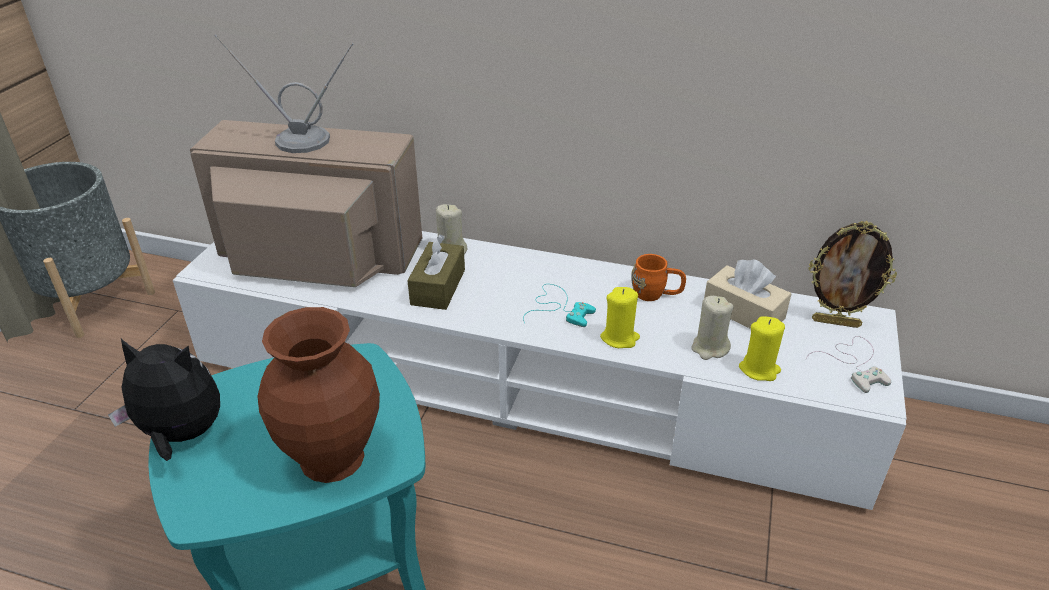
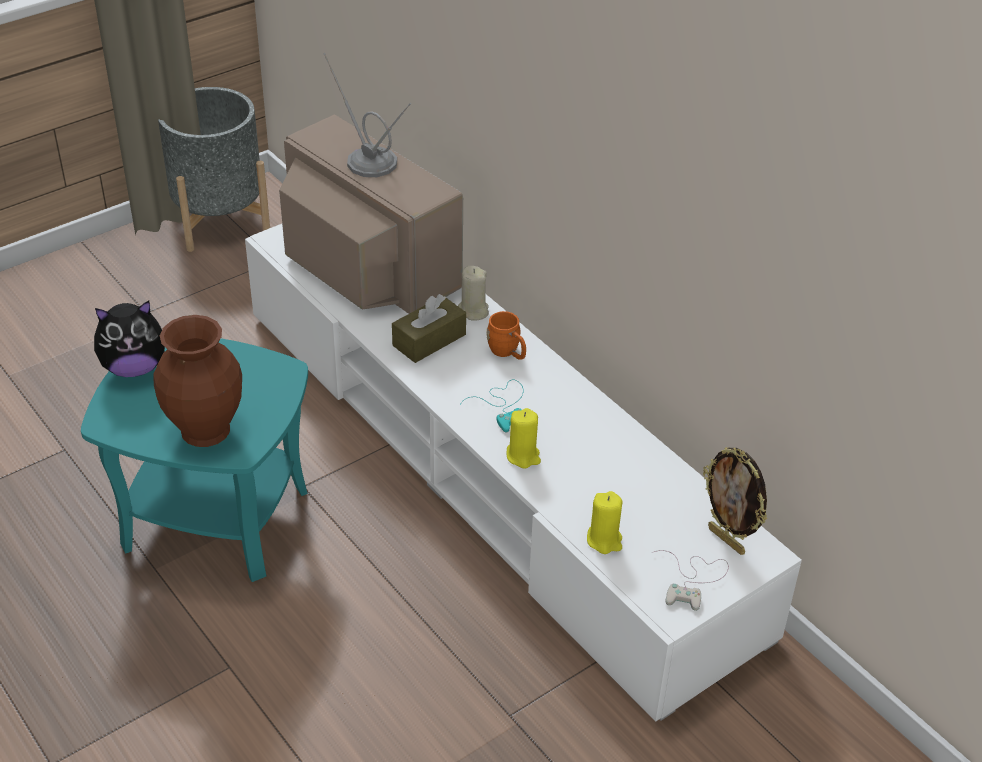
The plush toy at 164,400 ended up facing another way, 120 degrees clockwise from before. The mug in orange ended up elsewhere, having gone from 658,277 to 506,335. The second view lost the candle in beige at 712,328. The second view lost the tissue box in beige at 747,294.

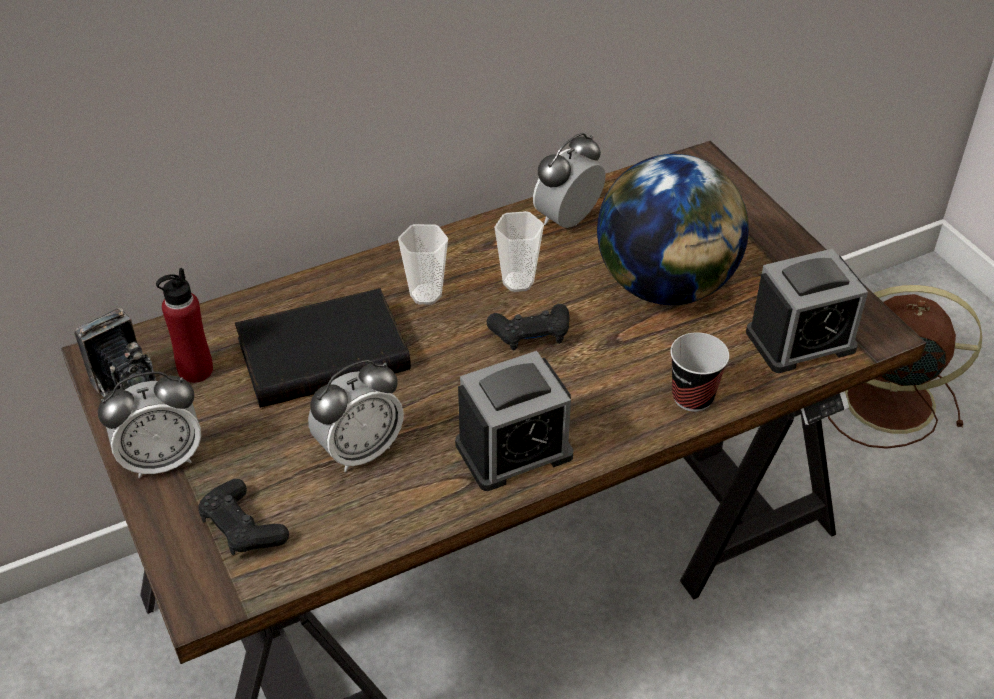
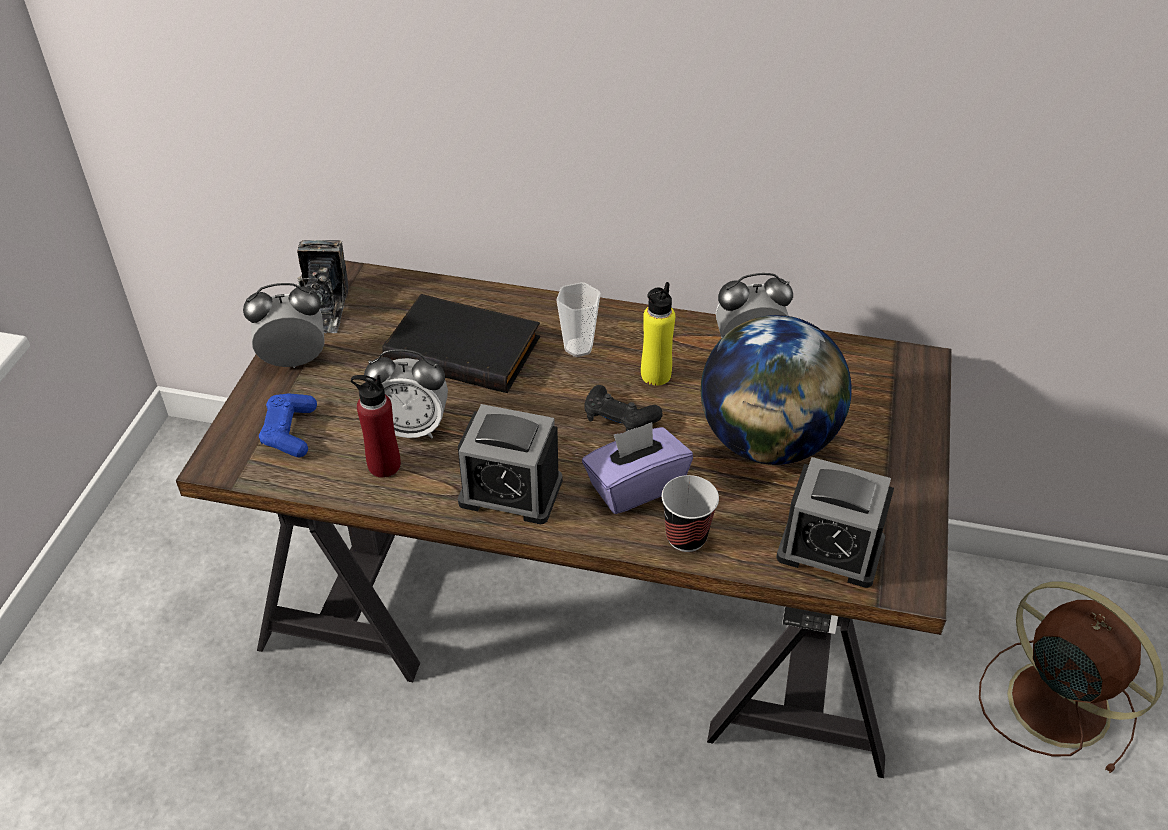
The alarm clock at 149,424 ended up facing another way, 150 degrees clockwise from before. What was the game controller in black at 243,517 turned into the game controller in blue at 288,425. The bottle in red ended up elsewhere, having gone from 184,325 to 376,426. The second view gained the tissue box in purple at 637,468. Where the cup stood at 519,251, the bottle in yellow came to stand at 658,334.

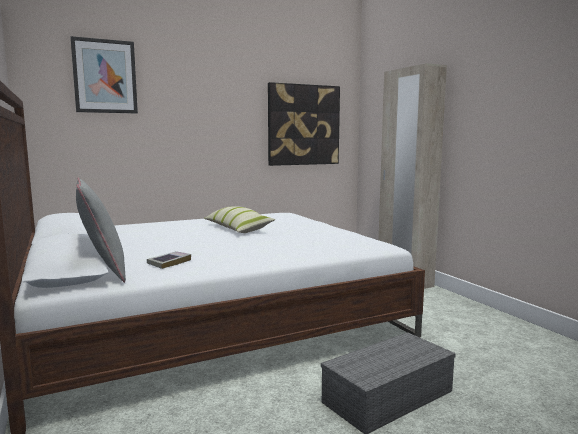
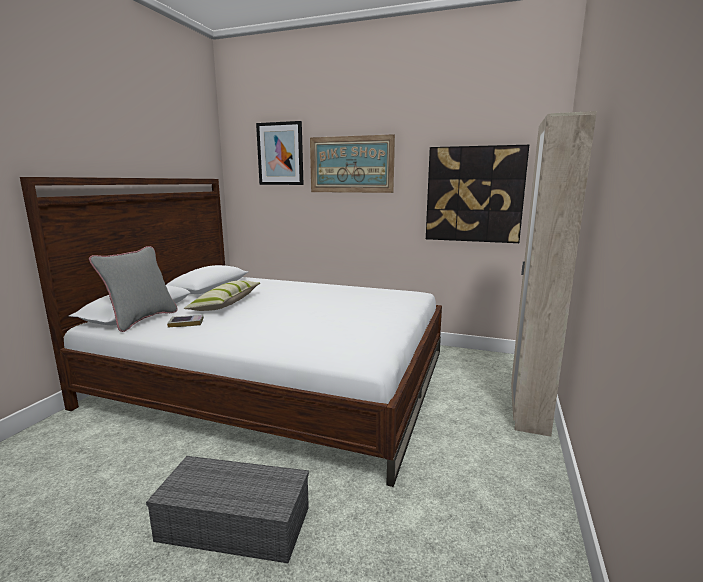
The pillow ended up elsewhere, having gone from 240,219 to 222,296. The second view gained the picture at 352,163.

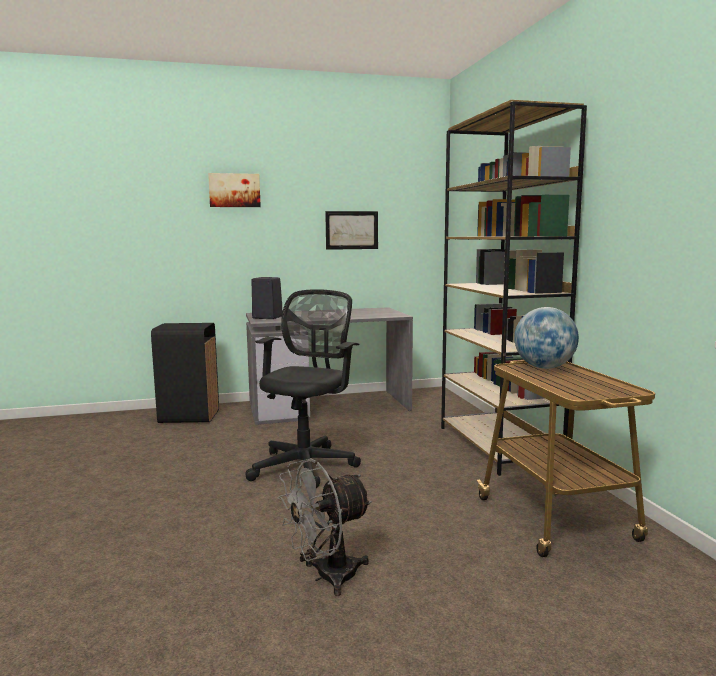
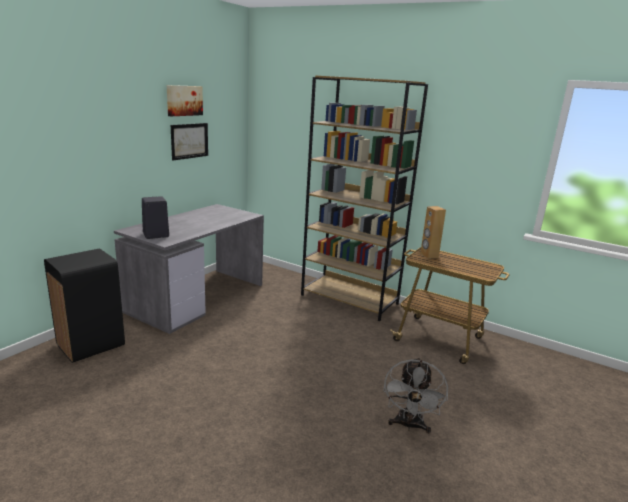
The picture ended up elsewhere, having gone from 234,190 to 185,100. Where the globe stood at 546,338, the speaker in brown came to stand at 433,232. The second view lost the office chair in black at 303,388.

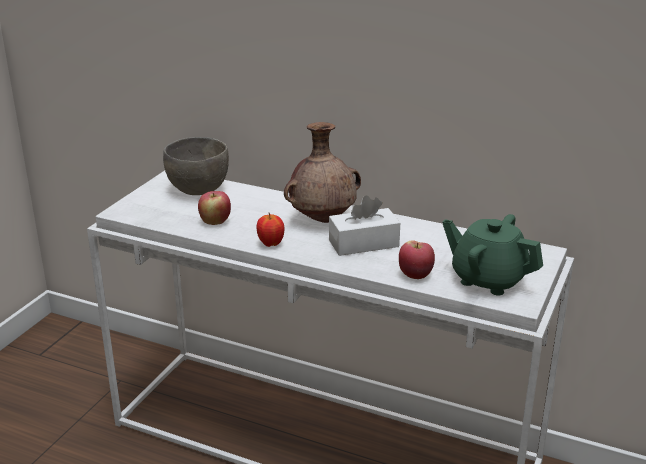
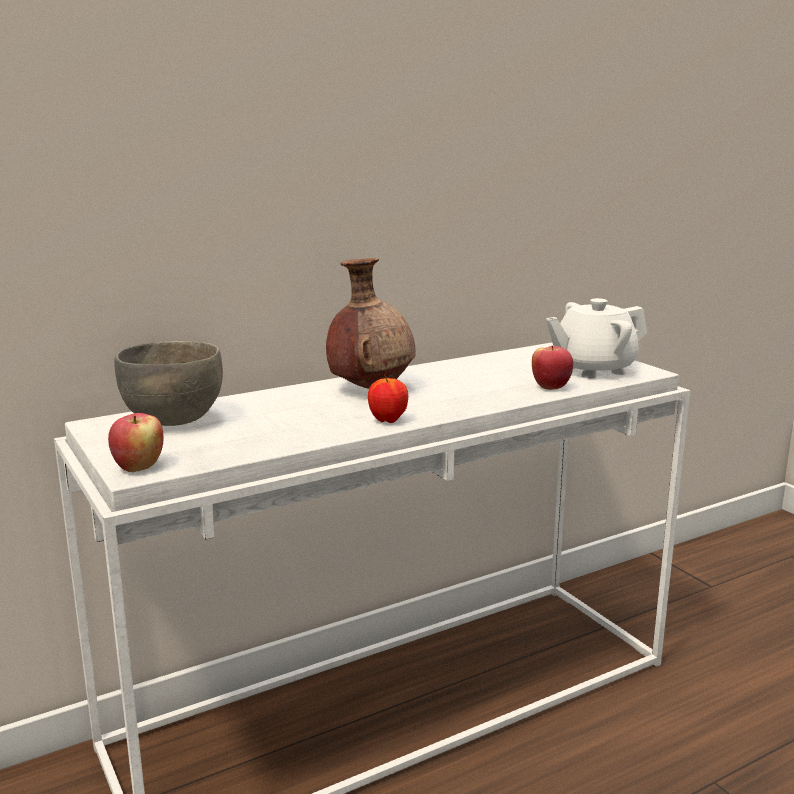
The apple ended up elsewhere, having gone from 214,208 to 135,442. What was the teapot in green at 492,255 turned into the teapot in white at 596,338. The second view lost the tissue box in white at 364,225.

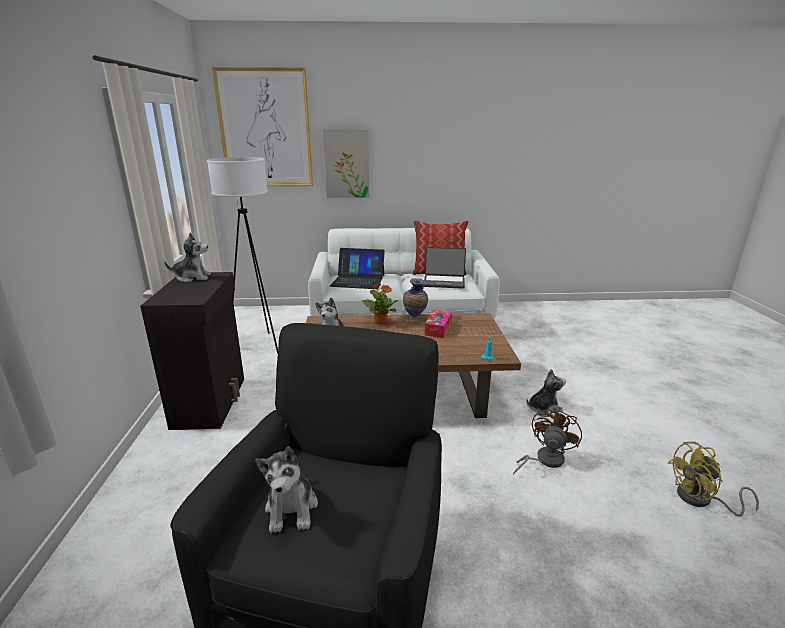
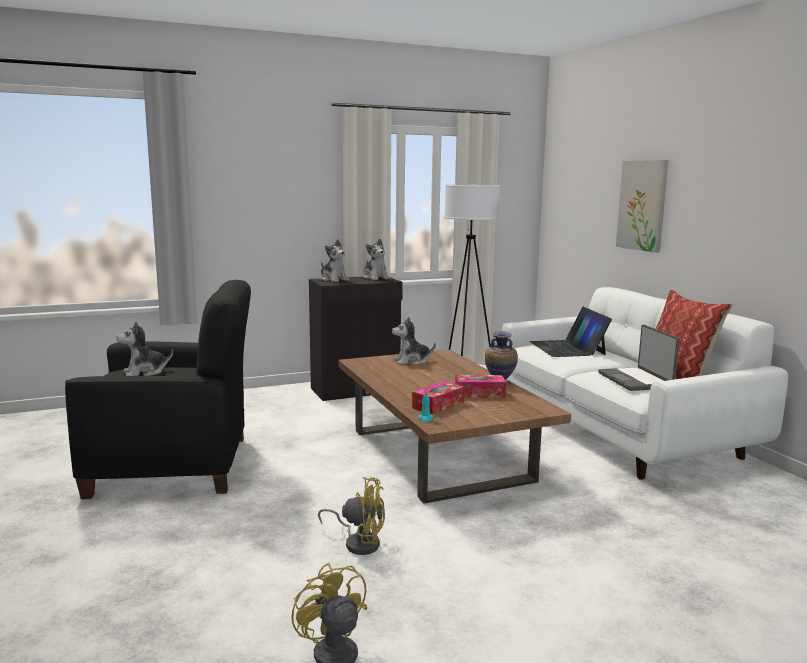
What was the fan in brown at 547,441 turned into the fan in yellow at 351,516. The plush toy ended up elsewhere, having gone from 546,393 to 335,260. The second view gained the tissue box at 438,398. The second view lost the picture at 262,126. The second view lost the potted plant at 380,303.

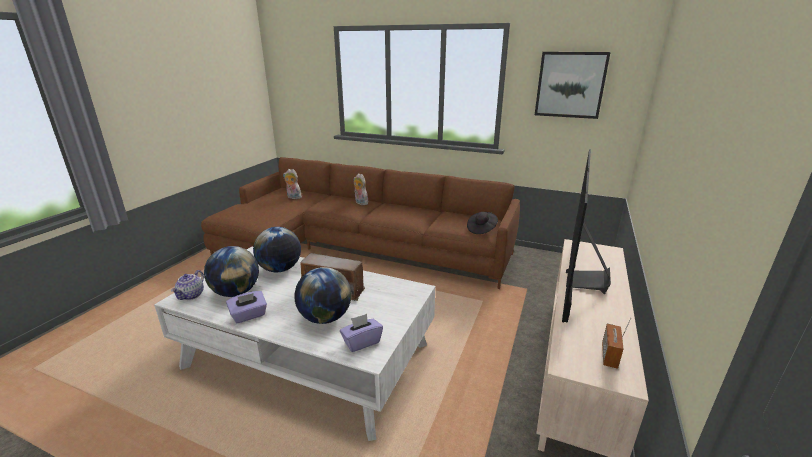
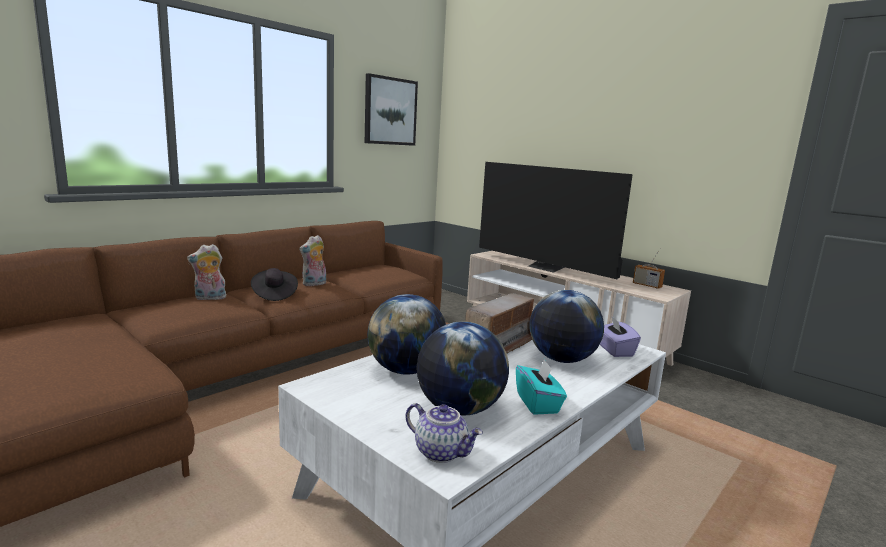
The hat in black ended up elsewhere, having gone from 482,223 to 274,284. The plush toy ended up elsewhere, having gone from 292,184 to 312,260. What was the tissue box in purple at 246,307 turned into the tissue box in turquoise at 541,387.

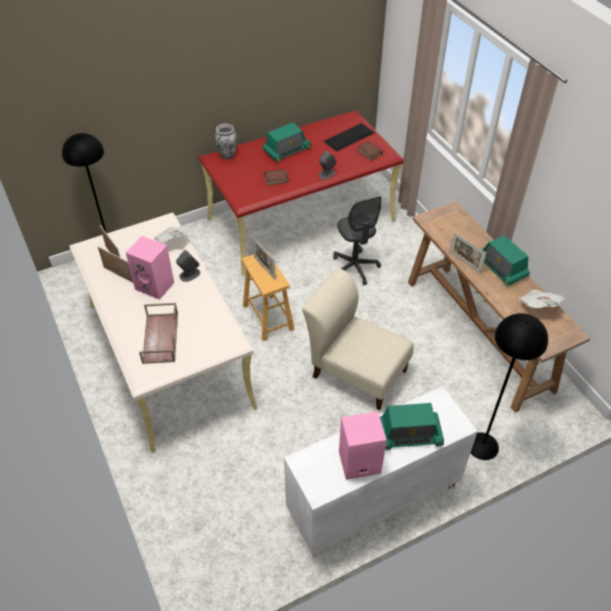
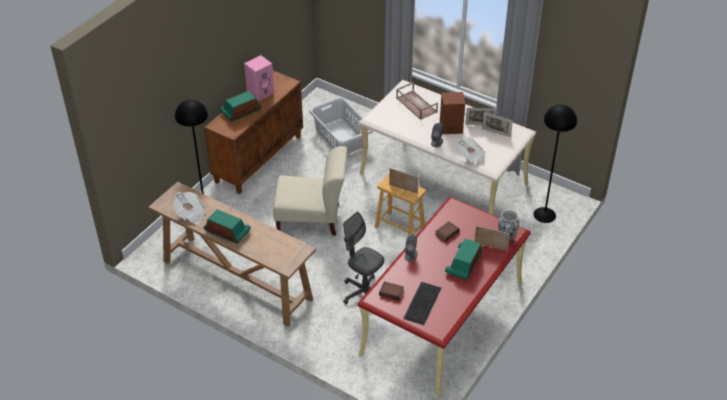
What was the cabinet in white at 381,472 turned into the cabinet in brown at 253,132. The second view gained the laundry basket in grey at 341,125. What was the speaker in pink at 150,268 turned into the speaker in brown at 452,113. The picture frame ended up elsewhere, having gone from 467,253 to 492,238.

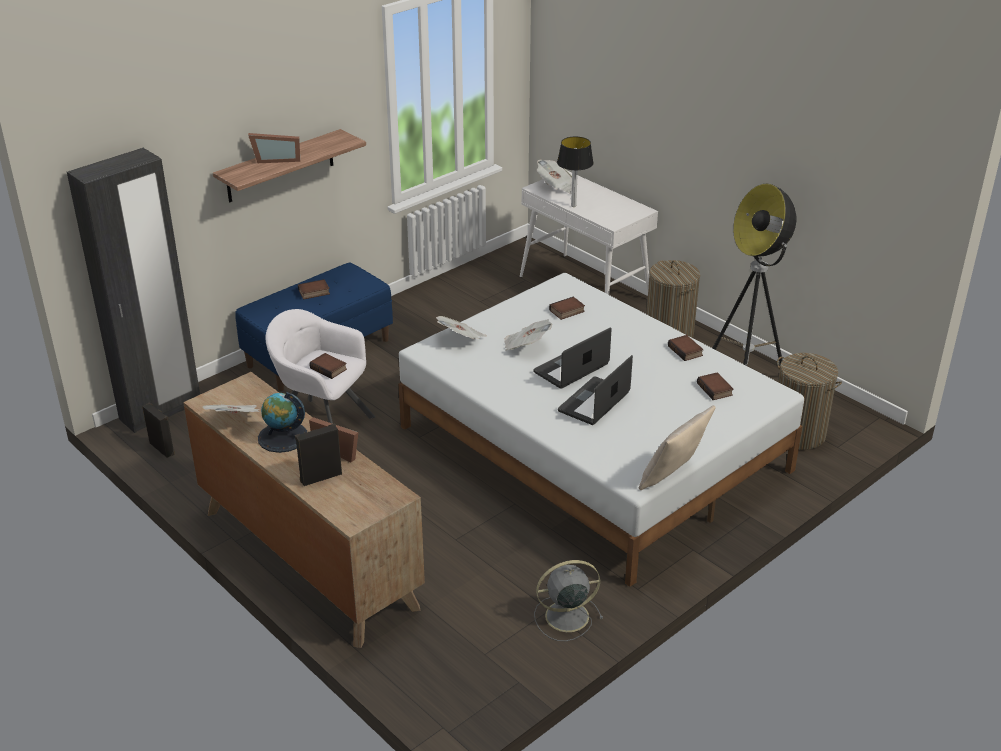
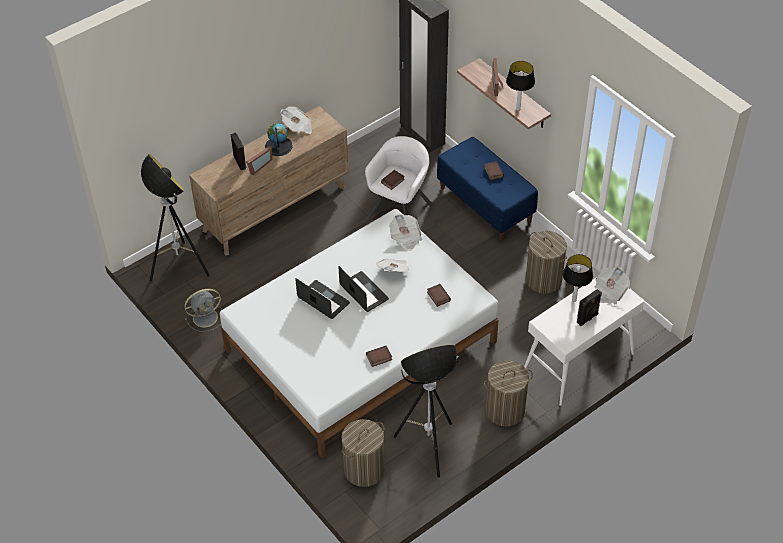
The second view gained the floor lamp at 175,217. The fan in grey at 568,600 ended up facing another way, 75 degrees clockwise from before. The second view gained the table lamp at 520,86. The second view gained the laundry basket at 546,262. The speaker in black ended up elsewhere, having gone from 158,430 to 589,307. The second view lost the pillow in beige at 677,447. The second view lost the book at 715,386.

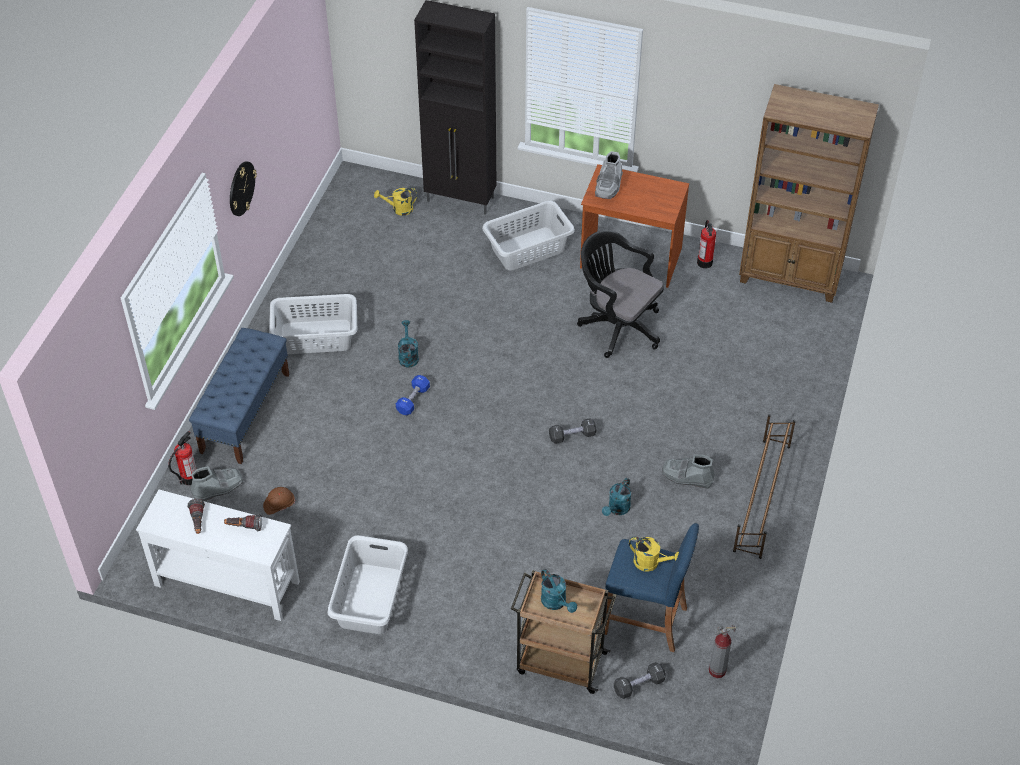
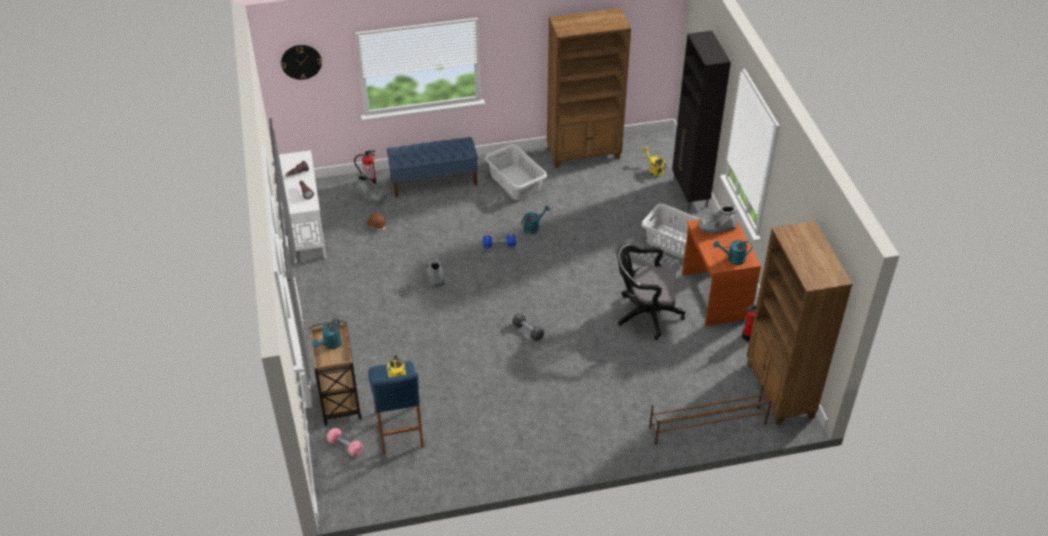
The wall clock ended up elsewhere, having gone from 243,188 to 301,62. What was the dumbbell in black at 640,680 turned into the dumbbell in pink at 345,442. The boot in grey ended up elsewhere, having gone from 688,471 to 434,272. The second view gained the bookcase in brown at 589,88. The office chair in black at 620,294 ended up facing another way, 90 degrees counterclockwise from before. The shoe rack in brown ended up elsewhere, having gone from 764,486 to 710,414. The watering can in turquoise ended up elsewhere, having gone from 616,497 to 733,252. The second view lost the laundry basket in grey at 368,584. The second view lost the fire extinguisher at 722,651.

